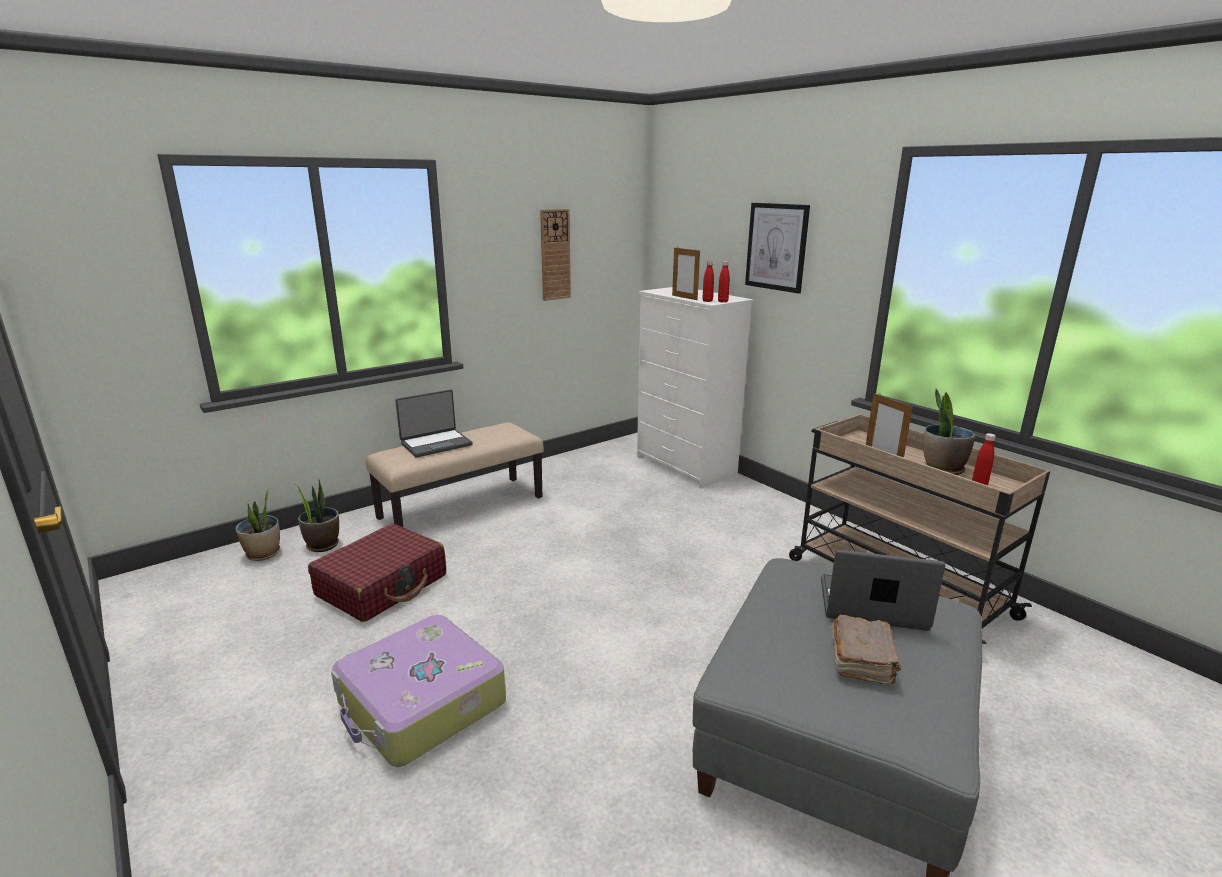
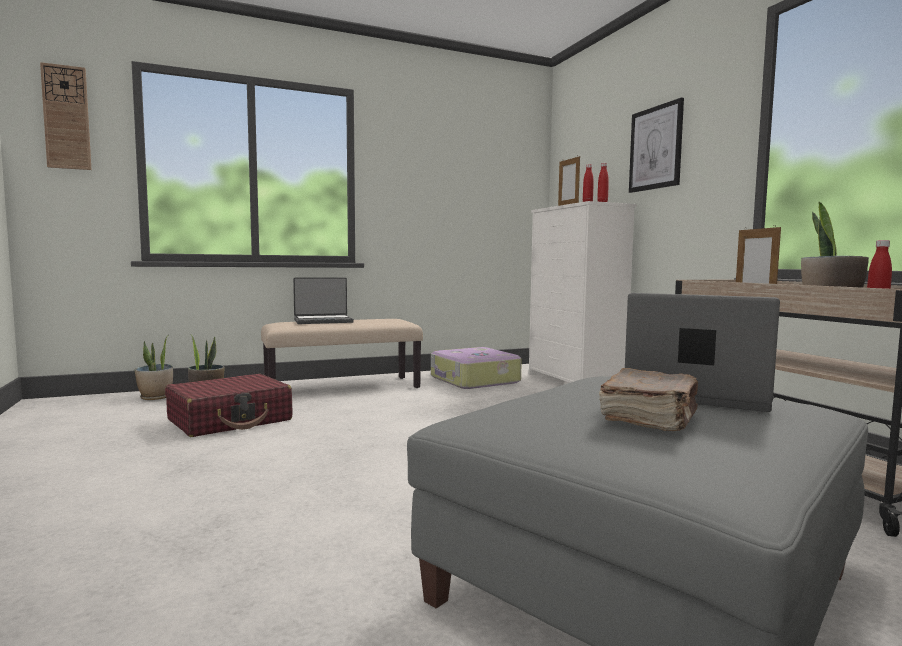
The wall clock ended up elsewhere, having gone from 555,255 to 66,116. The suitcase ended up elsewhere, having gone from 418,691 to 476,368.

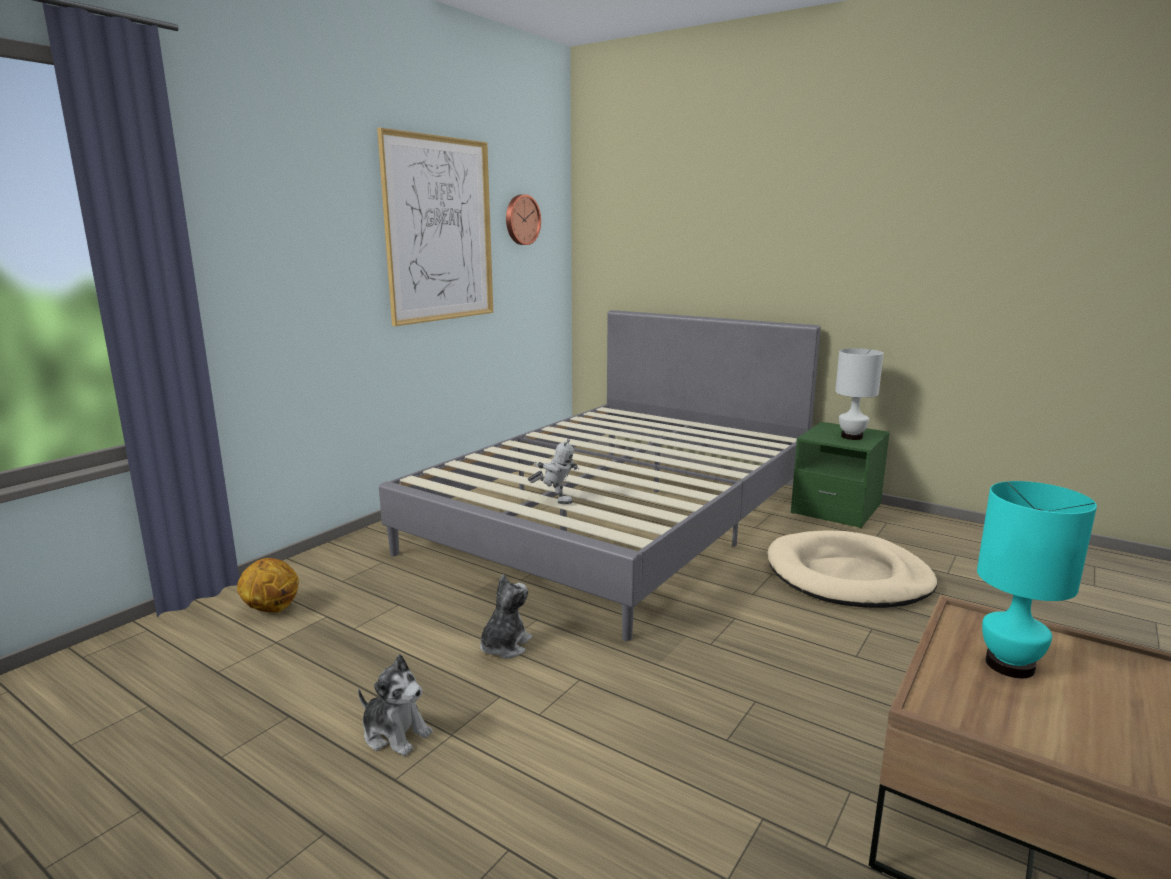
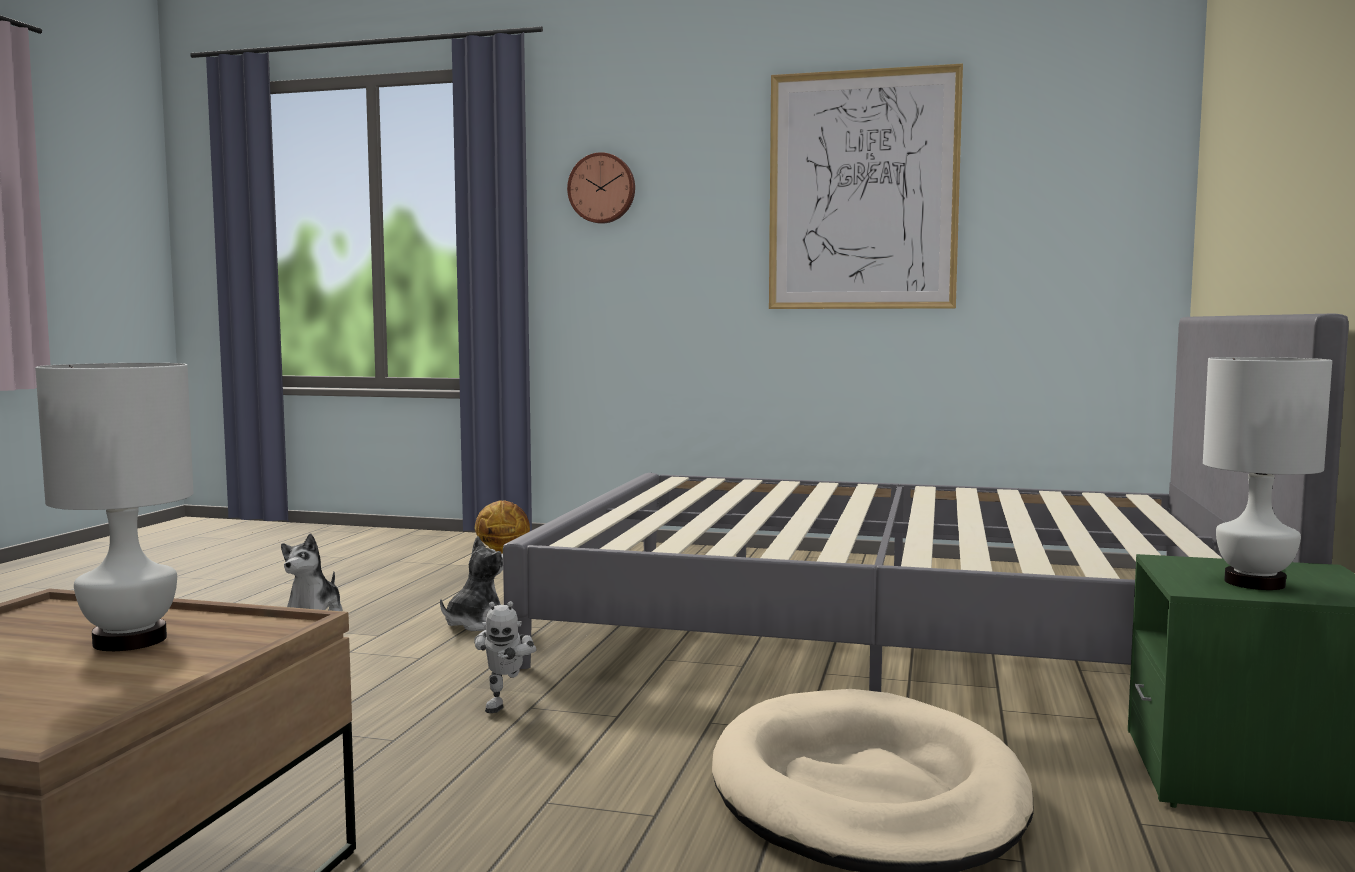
What was the table lamp in turquoise at 1037,579 turned into the table lamp in white at 114,507. The plush toy at 506,616 ended up facing another way, 60 degrees counterclockwise from before. The toy robot ended up elsewhere, having gone from 553,471 to 505,657. The wall clock ended up elsewhere, having gone from 523,219 to 601,188.

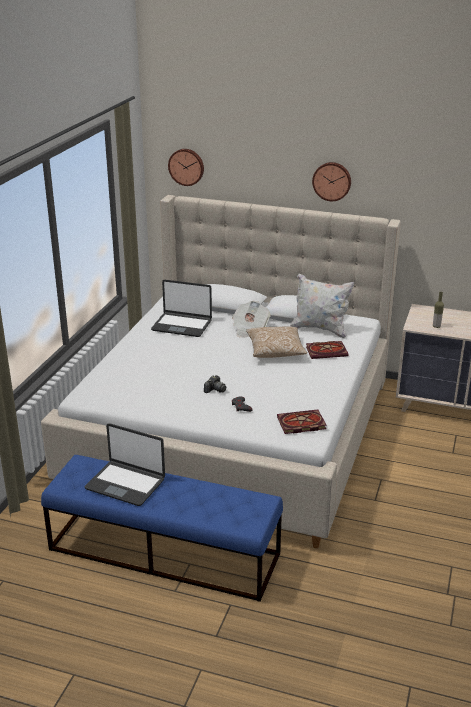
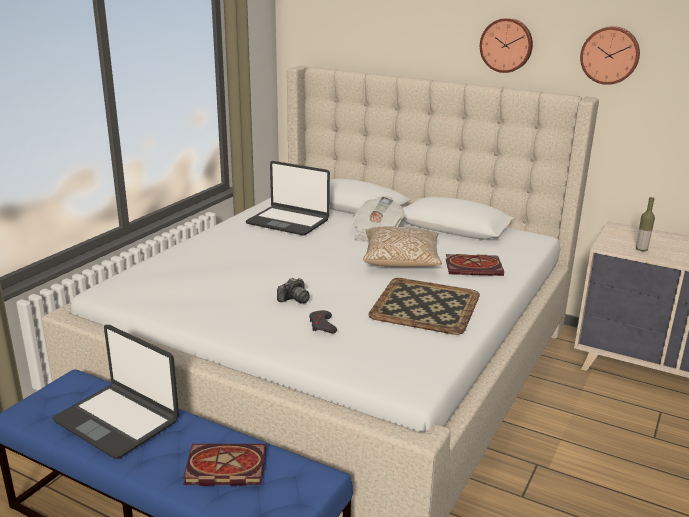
The book ended up elsewhere, having gone from 302,421 to 224,465. The second view gained the tray at 424,306. The wall clock ended up elsewhere, having gone from 186,167 to 610,55. The second view lost the pillow in white at 322,306.

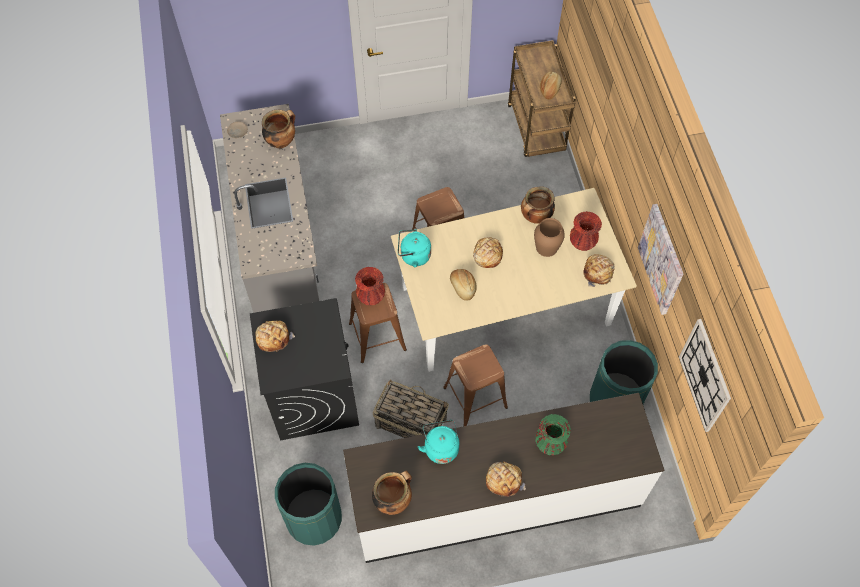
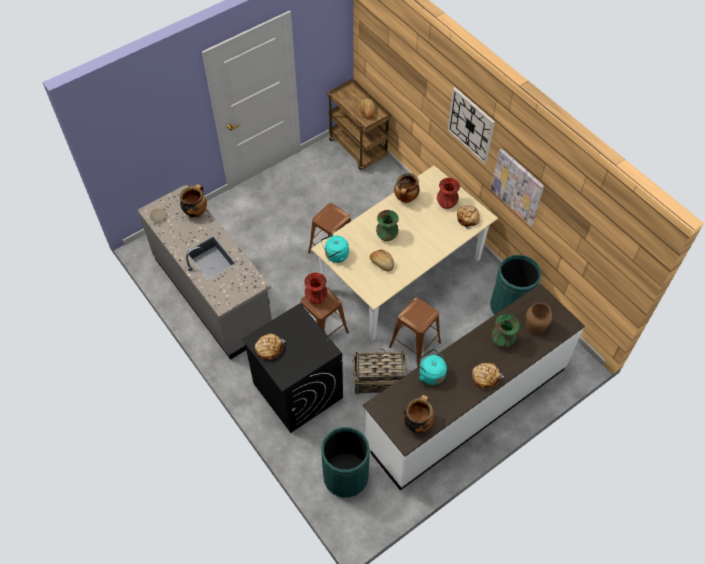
Where the bread stood at 488,252, the vase in green came to stand at 387,225. The wall clock ended up elsewhere, having gone from 705,375 to 471,125. The vase in brown ended up elsewhere, having gone from 549,237 to 539,318.

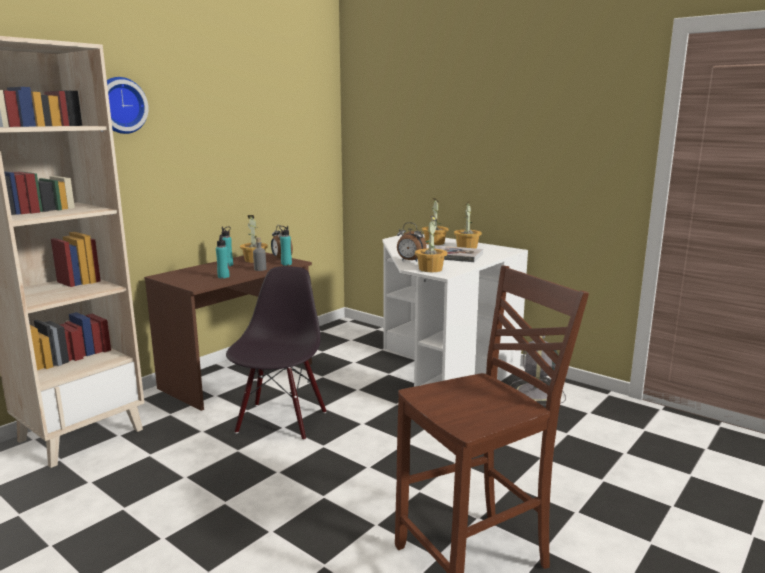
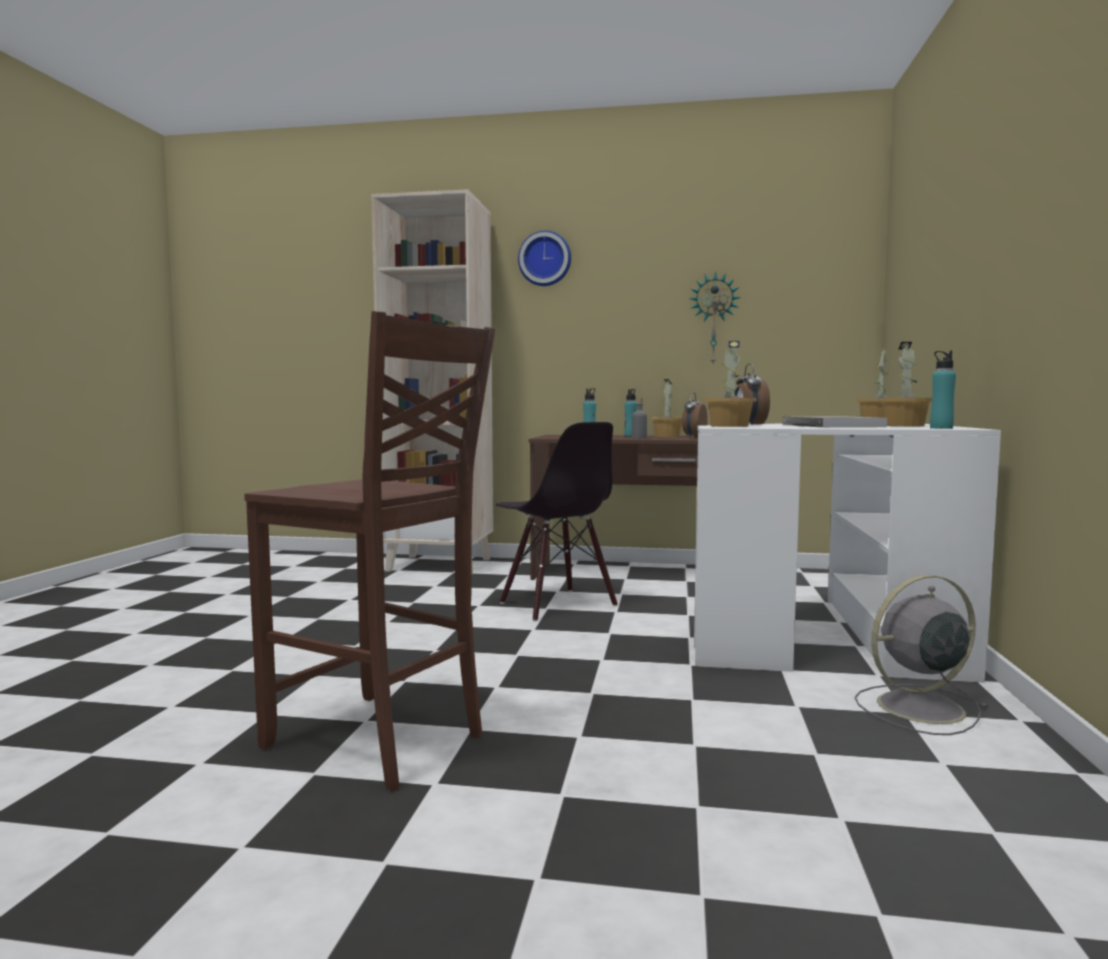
The chair in black at 276,353 ended up facing another way, 75 degrees clockwise from before. The second view gained the wall clock at 715,318. The bottle in turquoise ended up elsewhere, having gone from 285,245 to 943,390.

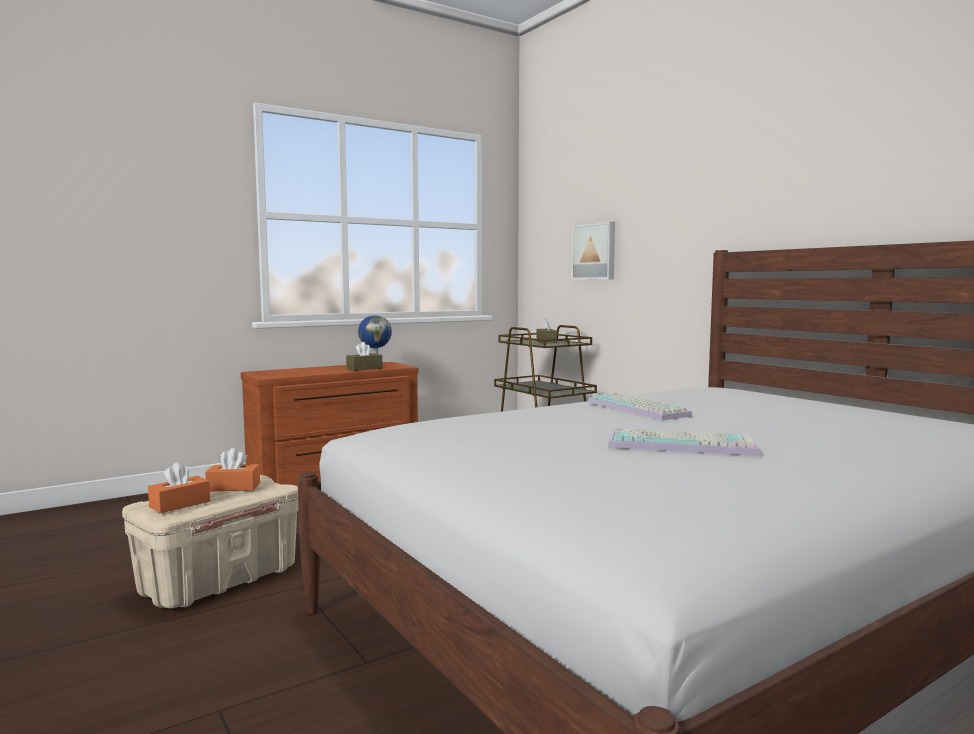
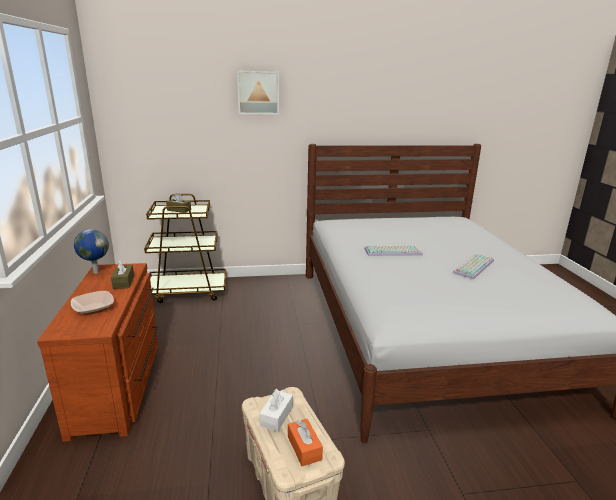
The second view gained the bowl at 92,303. The picture ended up elsewhere, having gone from 593,251 to 258,93. What was the tissue box in orange at 232,469 turned into the tissue box in white at 276,410.

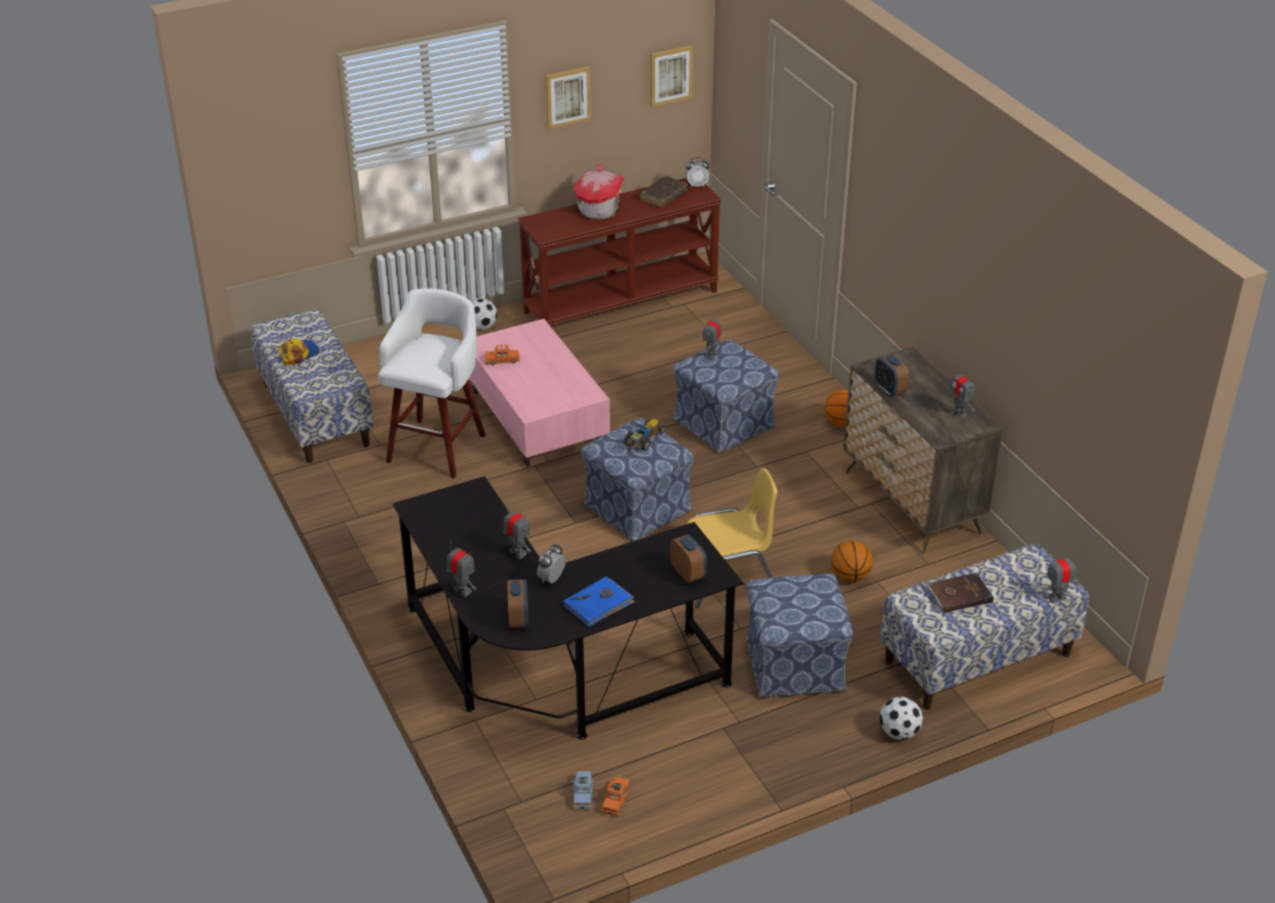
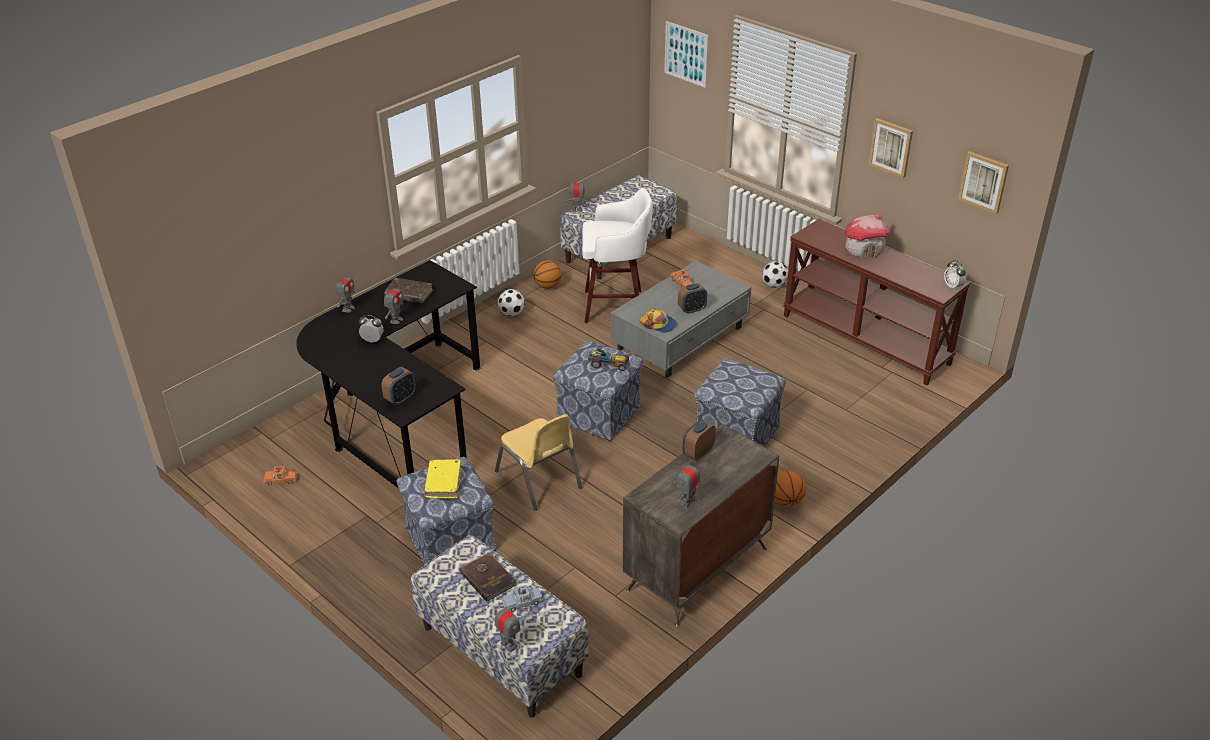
The book in brown ended up elsewhere, having gone from 664,191 to 408,290. The second view gained the book in yellow at 442,479. The football ended up elsewhere, having gone from 901,718 to 511,302. The toy car in blue ended up elsewhere, having gone from 583,790 to 522,598. The basketball ended up elsewhere, having gone from 852,561 to 547,274. The toy robot ended up elsewhere, having gone from 712,335 to 576,195. What was the coffee table in pink at 539,393 turned into the coffee table in grey at 681,319. The cap ended up elsewhere, having gone from 298,351 to 658,320. The second view gained the picture at 686,54. The alarm clock ended up elsewhere, having gone from 518,603 to 692,298. The second view lost the book in blue at 599,602.

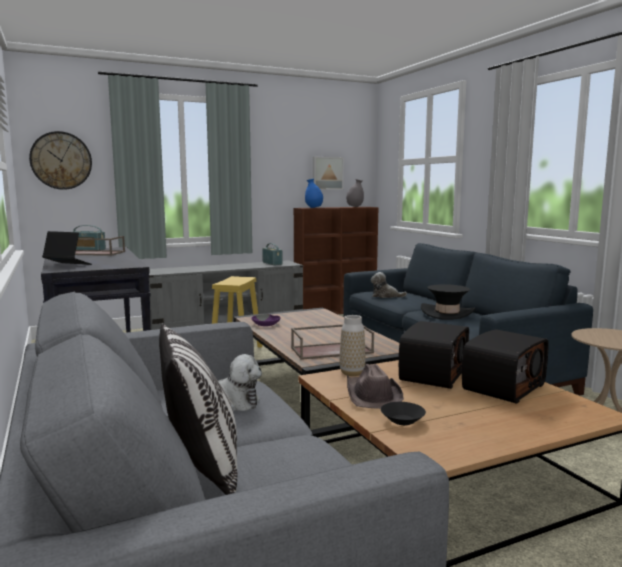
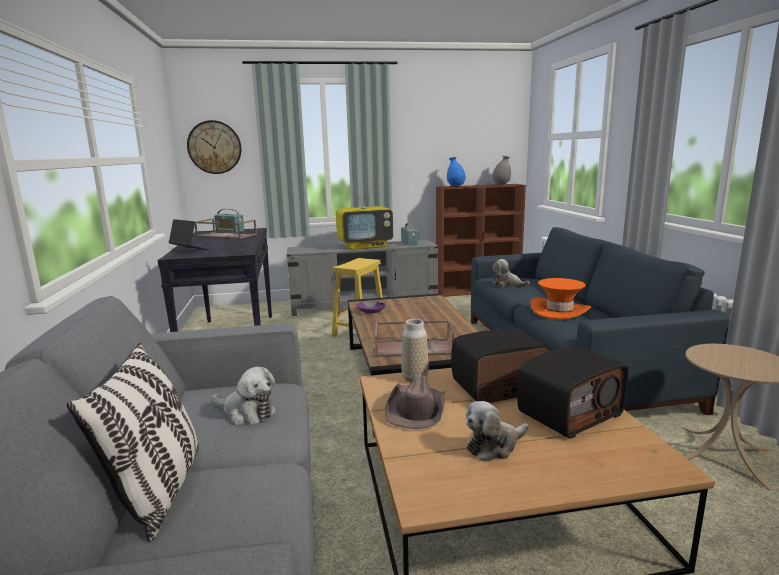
The second view gained the television at 365,217. The radio at 434,355 ended up facing another way, 150 degrees counterclockwise from before. The second view gained the plush toy at 497,431. What was the hat in black at 448,302 turned into the hat in orange at 560,298. The second view lost the picture at 328,173. The second view lost the bowl in black at 403,413.

